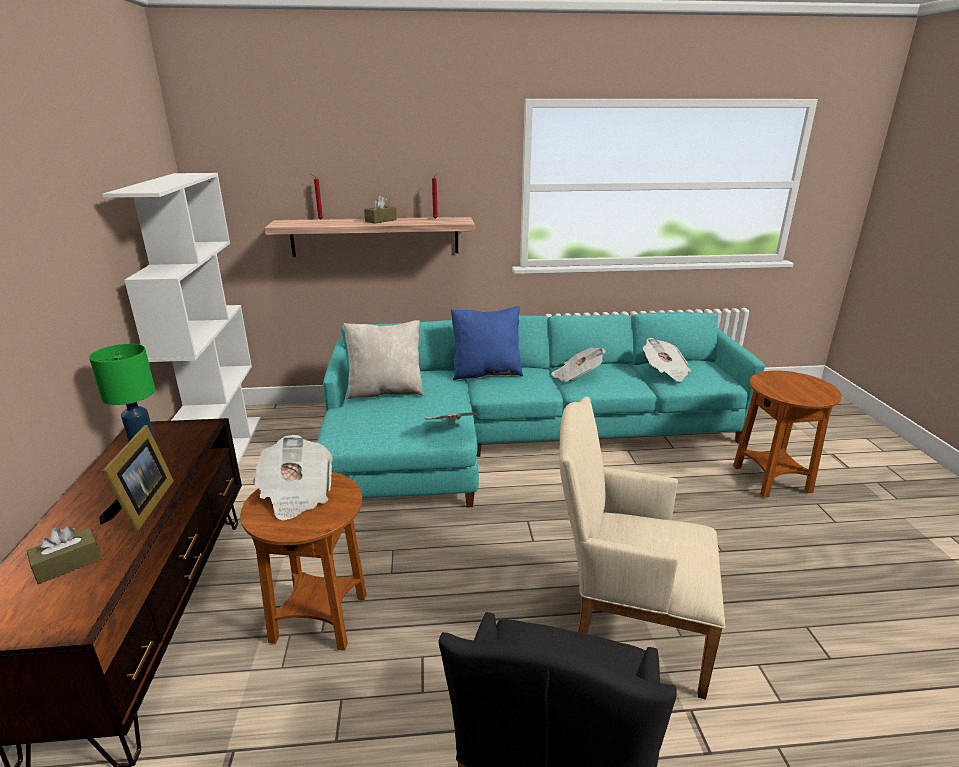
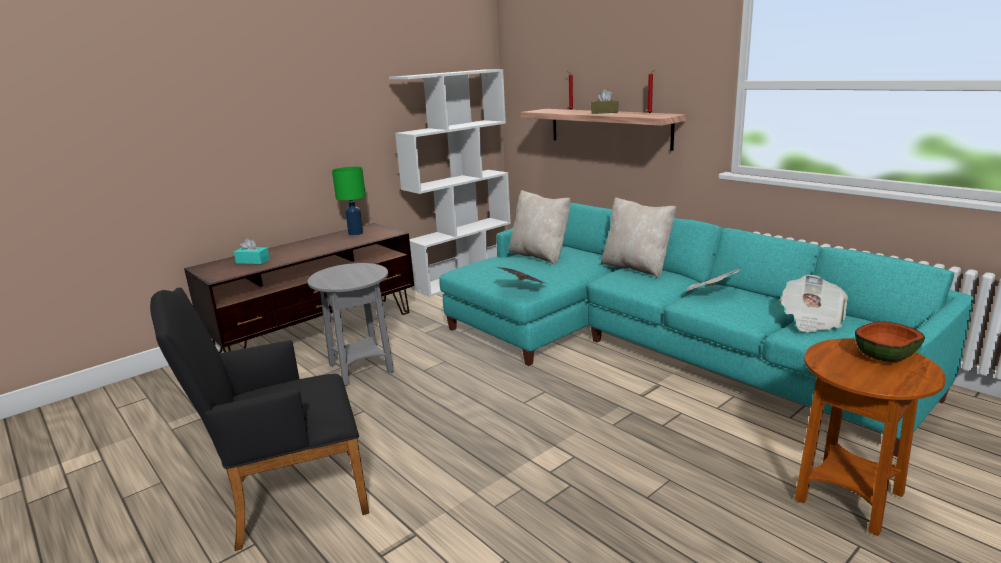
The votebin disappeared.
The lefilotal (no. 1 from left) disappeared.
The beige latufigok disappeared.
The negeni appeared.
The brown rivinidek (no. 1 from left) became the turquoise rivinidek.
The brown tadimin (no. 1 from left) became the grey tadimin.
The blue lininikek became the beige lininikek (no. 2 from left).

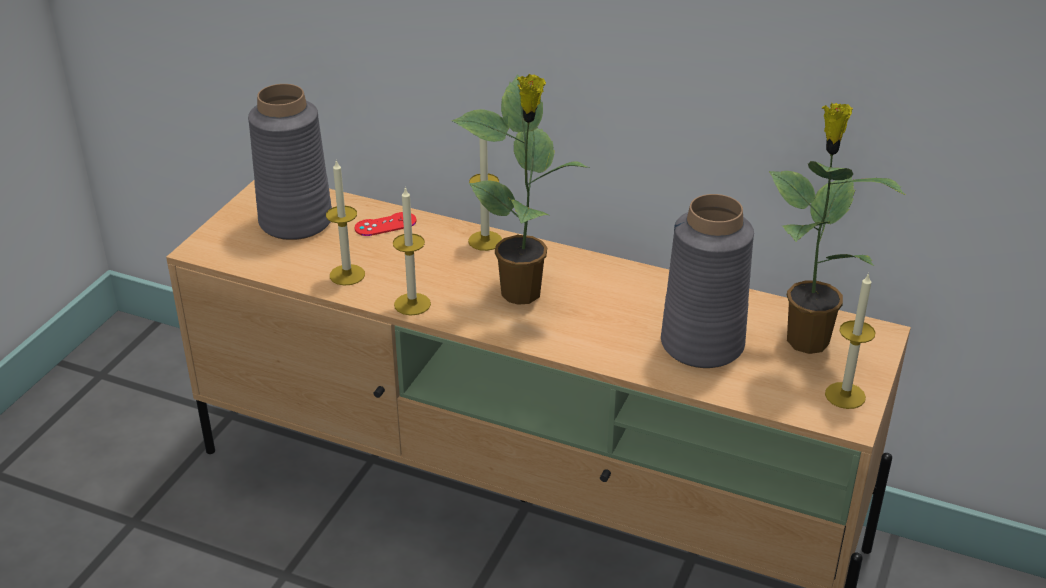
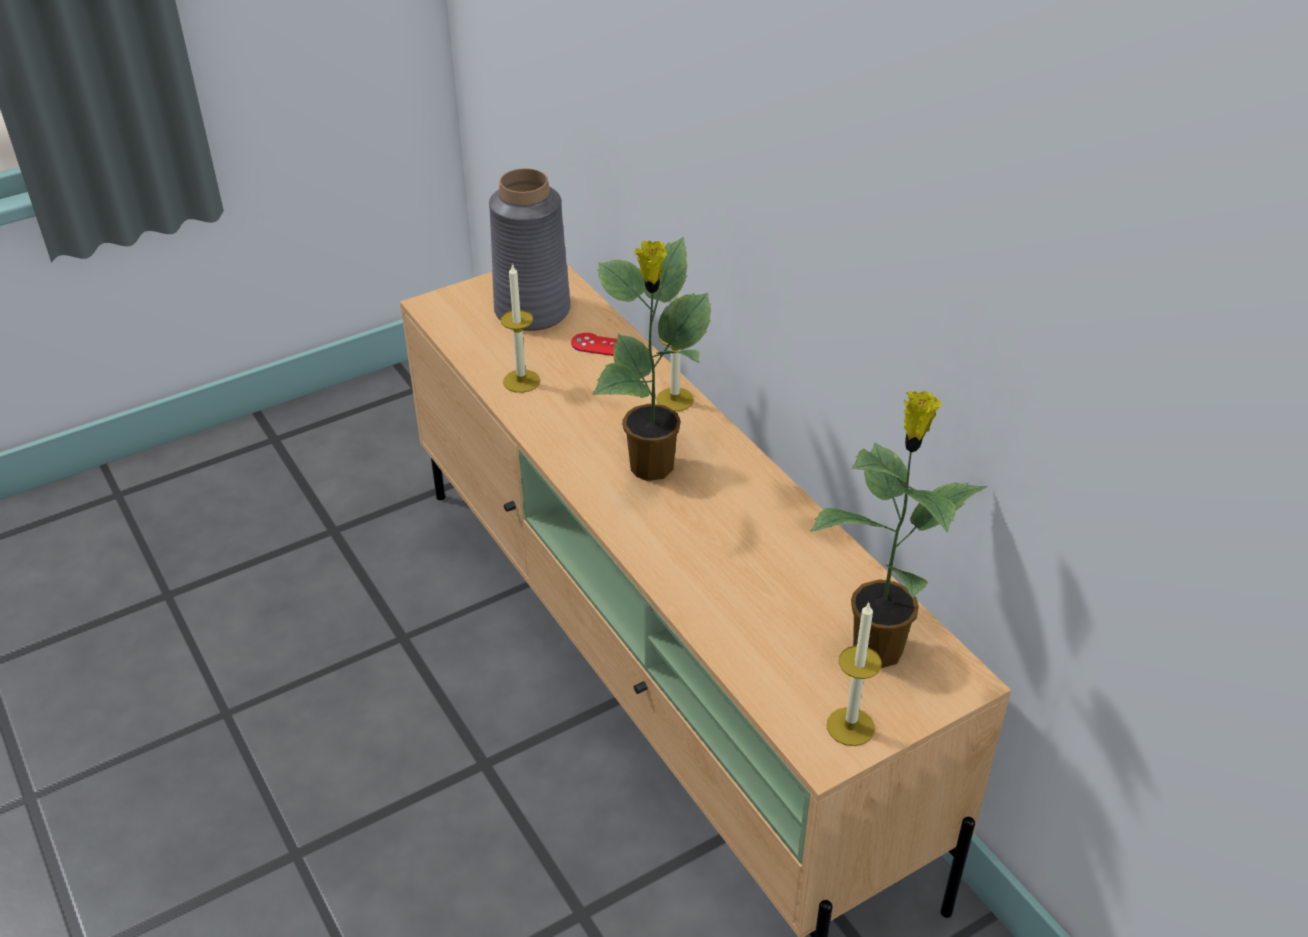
The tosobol (no. 2 from left) disappeared.
The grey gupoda (no. 2 from left) disappeared.

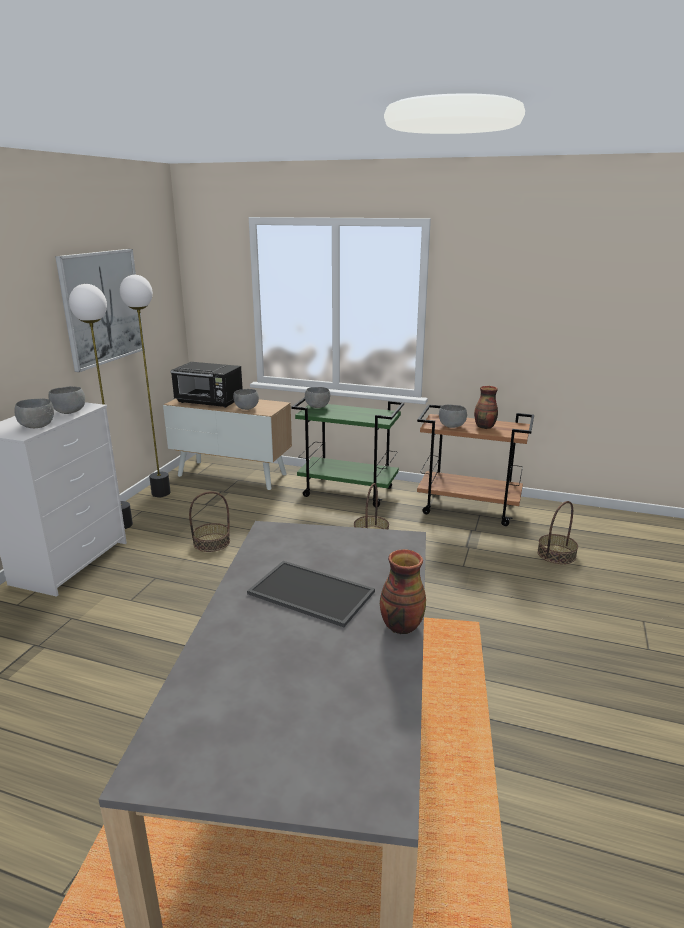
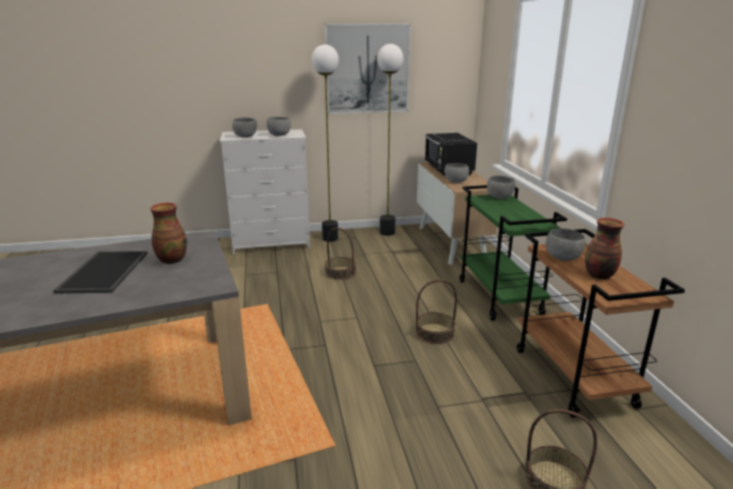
The gupoda (no. 1 from left) moved.

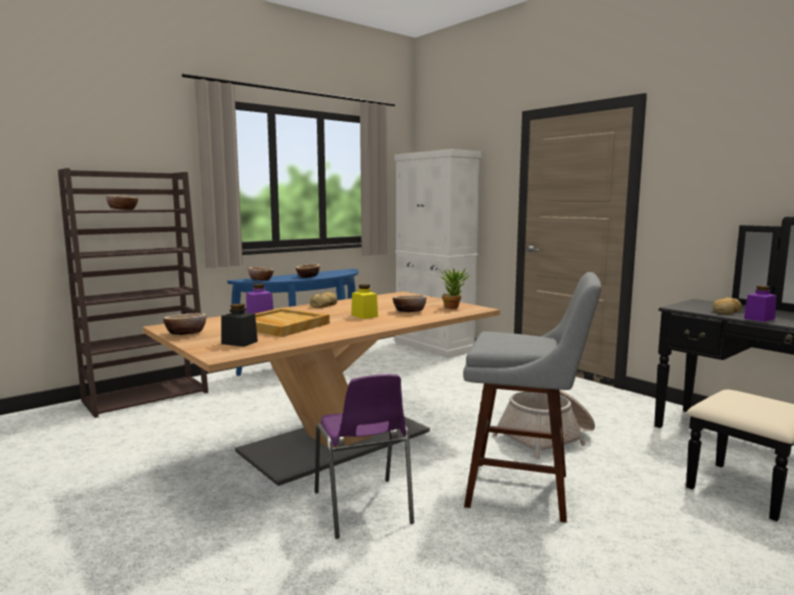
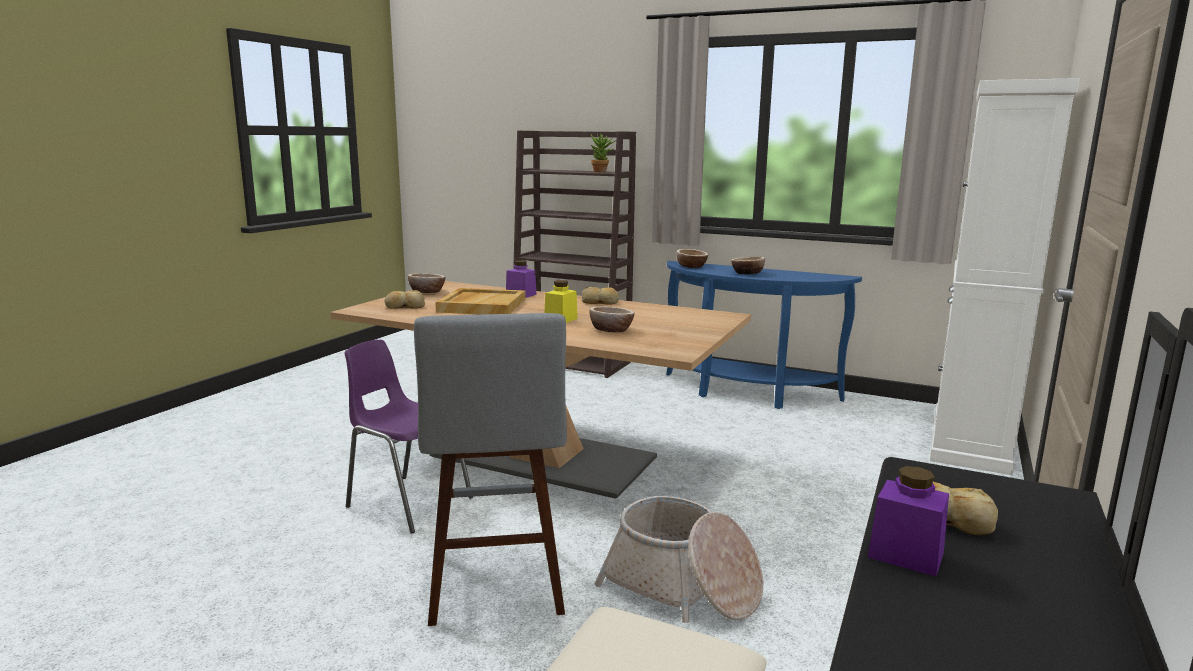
The negeni (no. 1 from left) disappeared.
The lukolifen moved.
The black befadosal was replaced by the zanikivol (no. 1 from left).
The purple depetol turned 75 degrees clockwise.

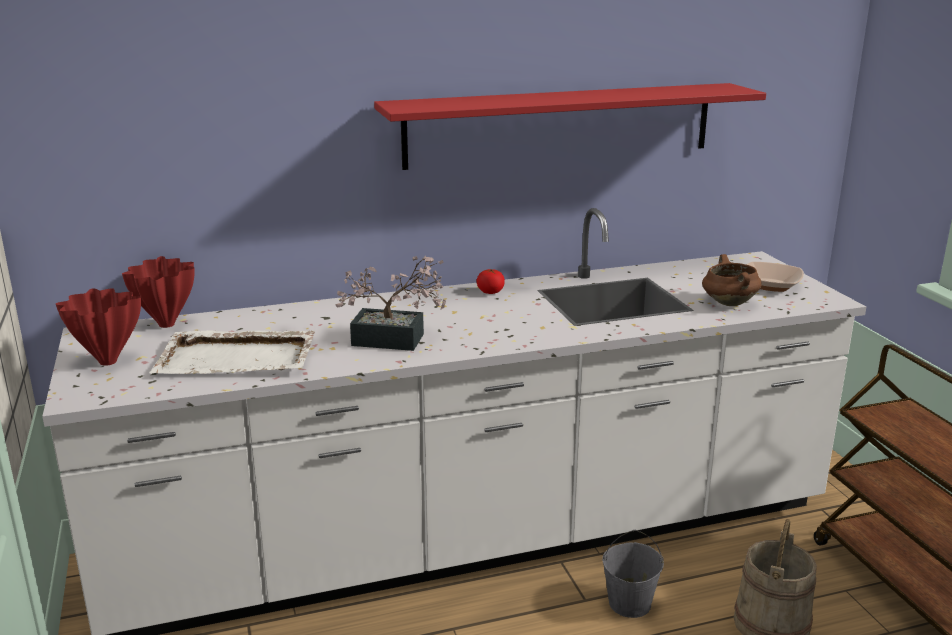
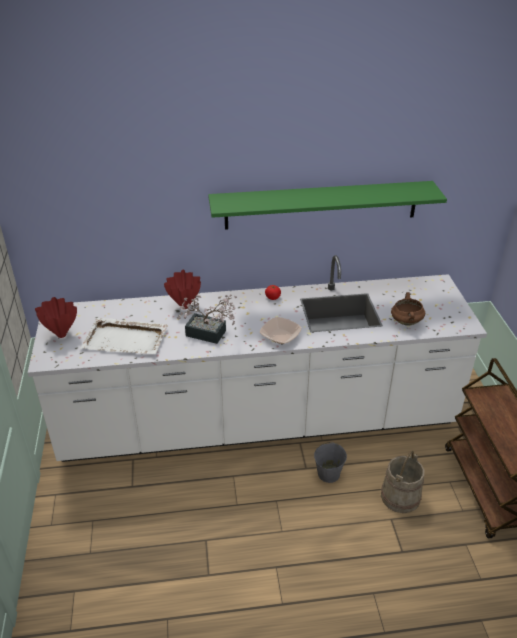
The red gupoda (no. 2 from left) moved.
The negeni moved.
The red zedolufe became the green zedolufe.

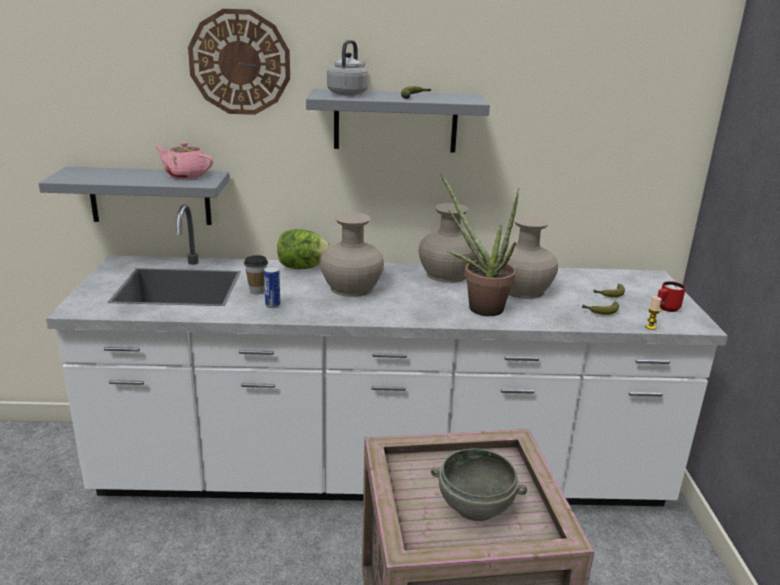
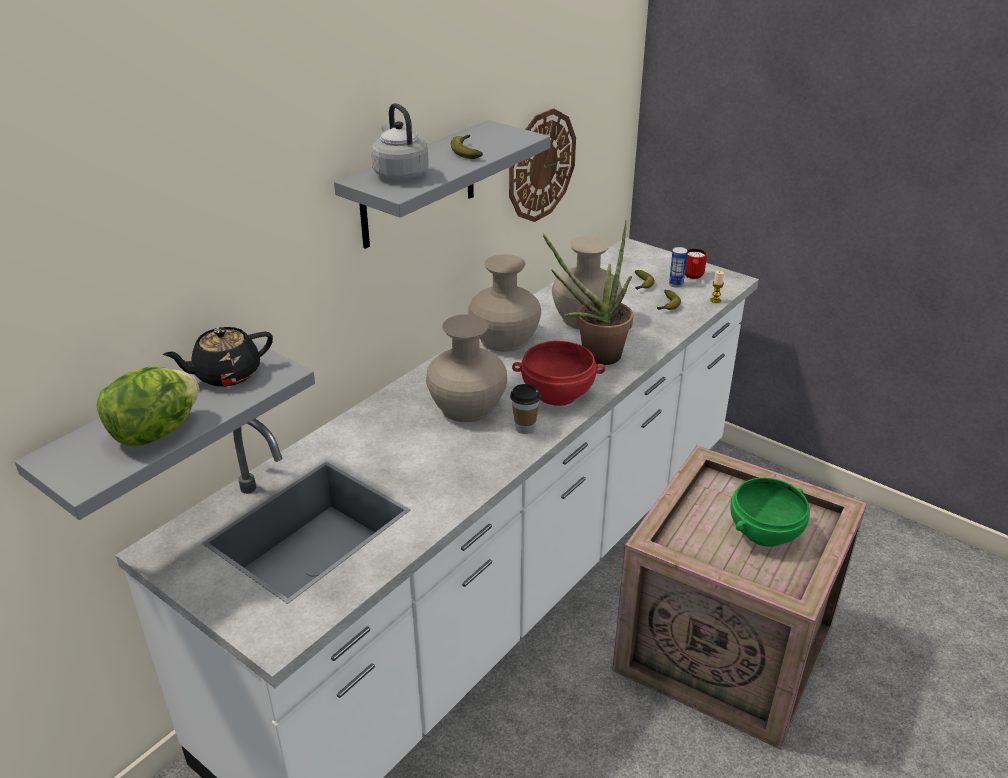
The red negeni appeared.
The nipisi moved.
The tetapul moved.
The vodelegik moved.
The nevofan moved.
The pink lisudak became the black lisudak.
The grey negeni became the green negeni.

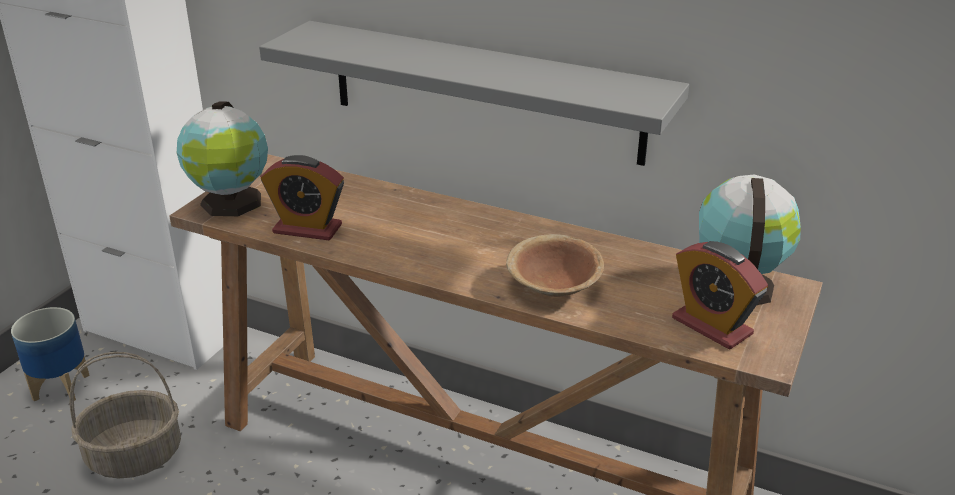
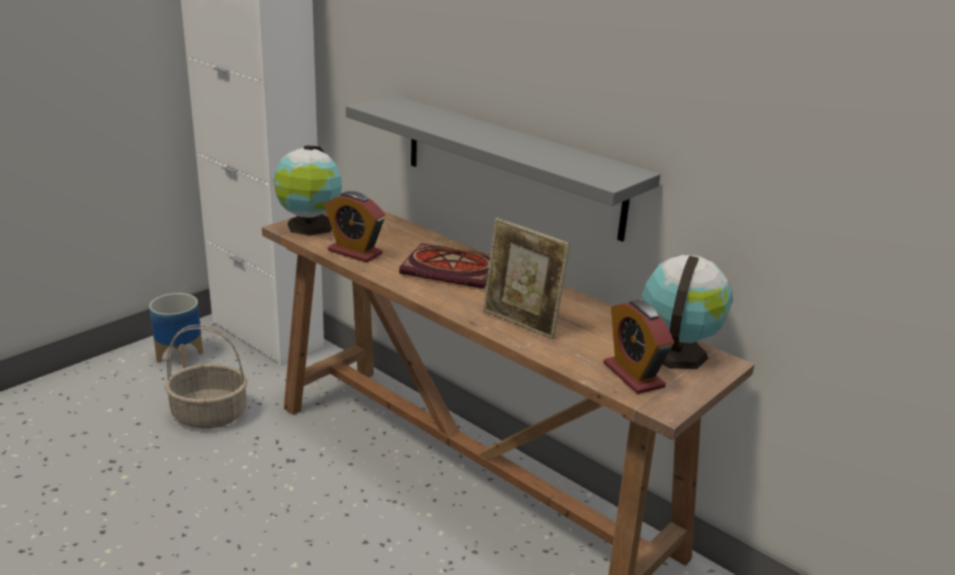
The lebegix appeared.
The brown negeni was replaced by the votebin.

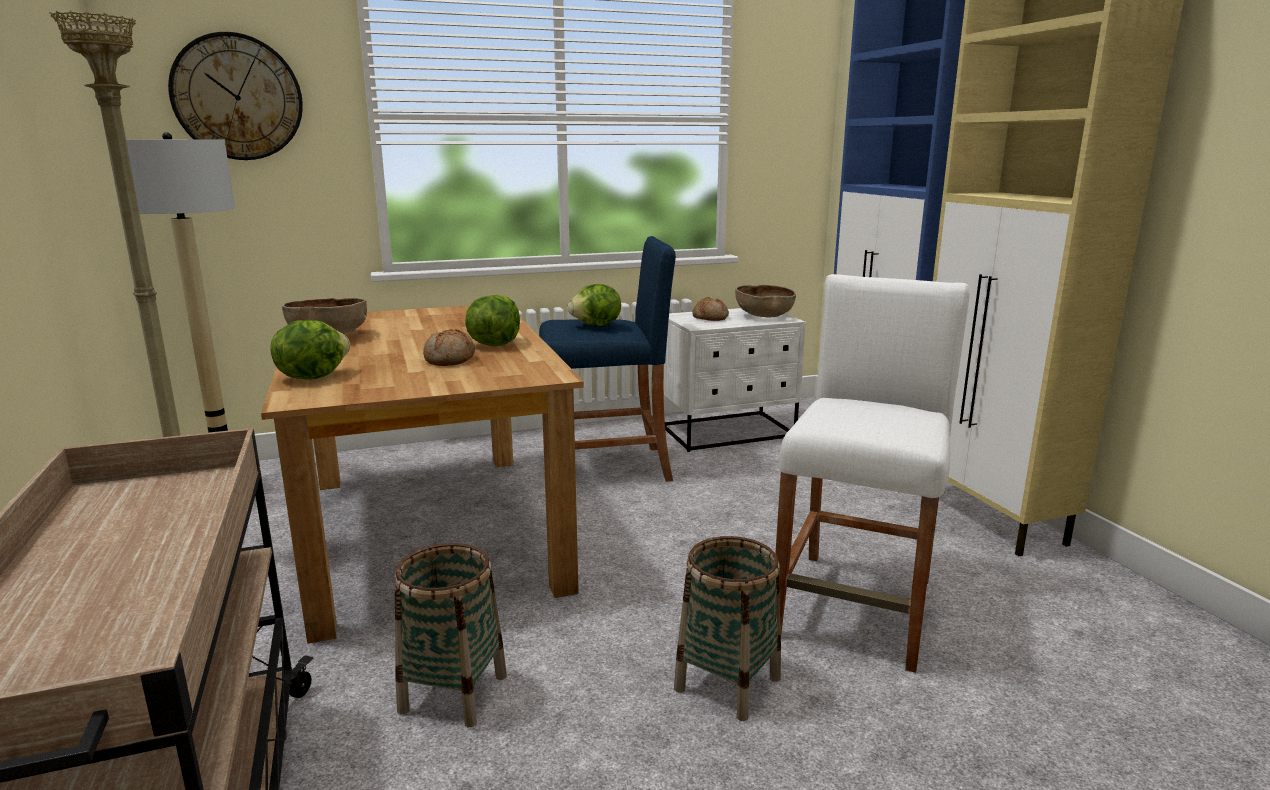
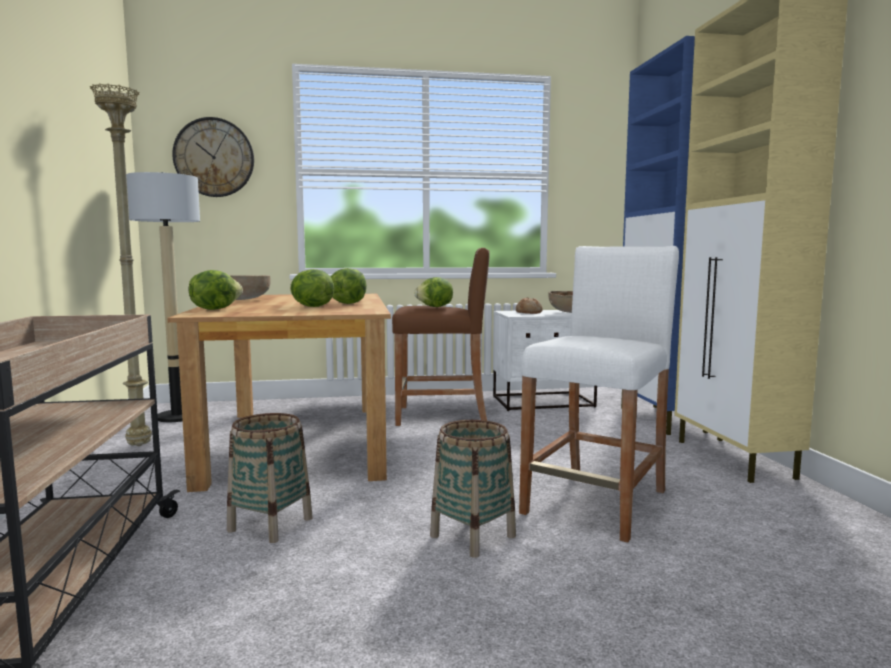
The zanikivol (no. 1 from left) was replaced by the nevofan (no. 2 from left).
The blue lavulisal became the brown lavulisal.

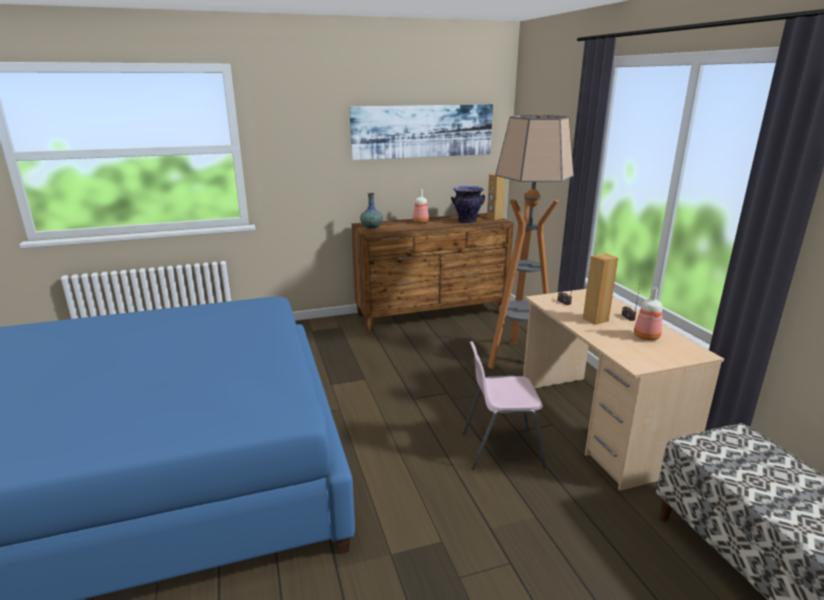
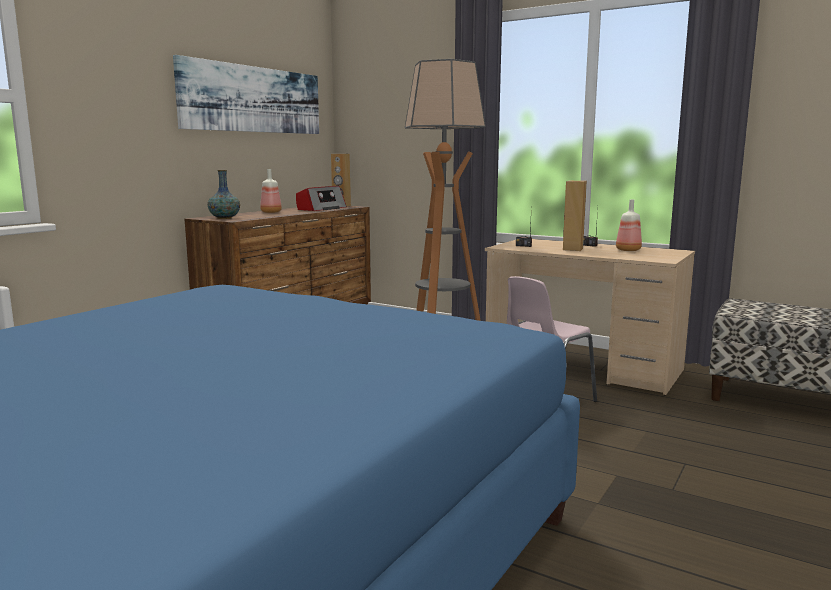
The gupoda (no. 2 from left) was replaced by the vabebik (no. 1 from left).

